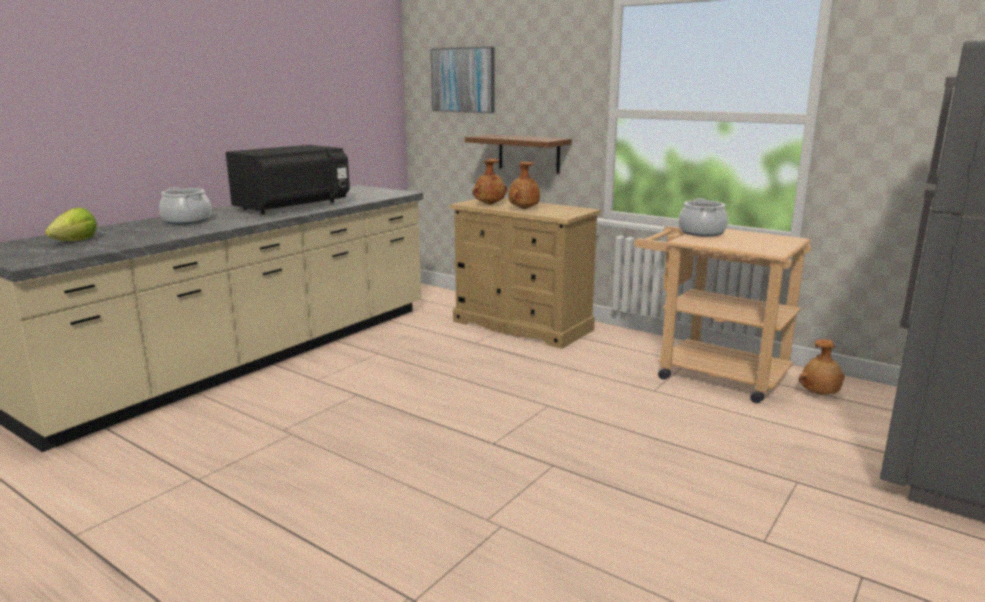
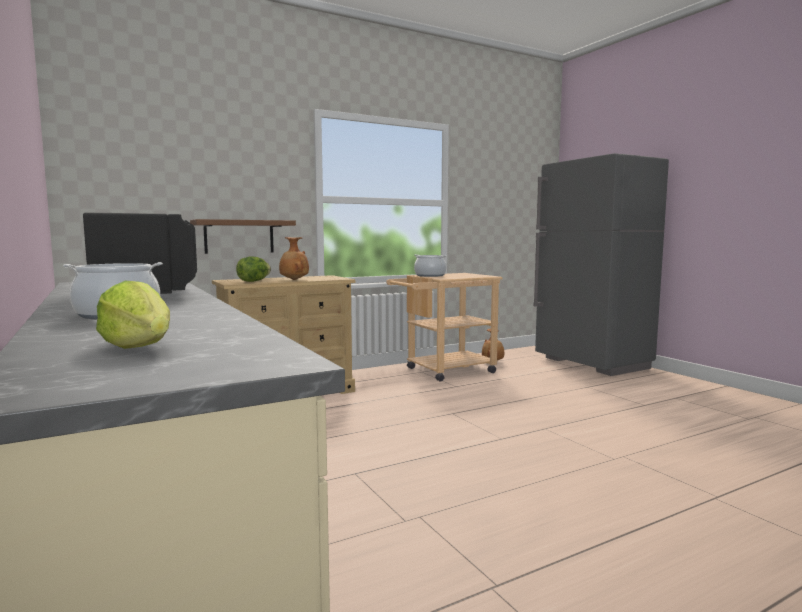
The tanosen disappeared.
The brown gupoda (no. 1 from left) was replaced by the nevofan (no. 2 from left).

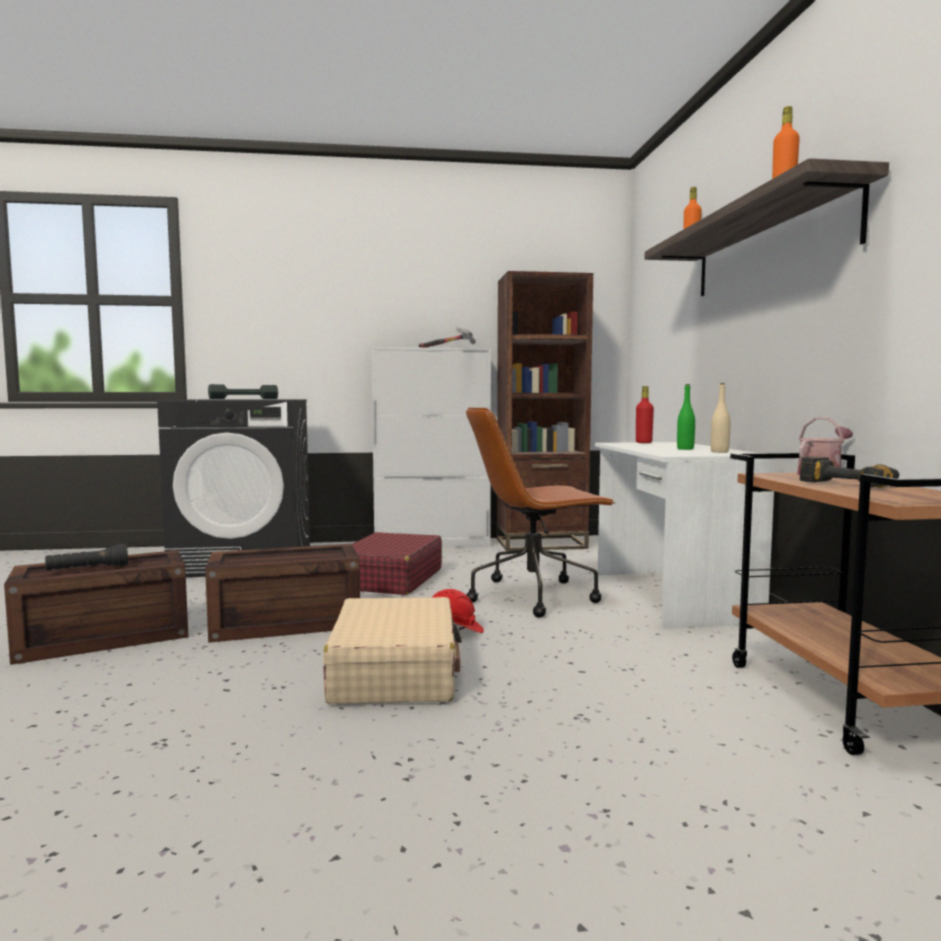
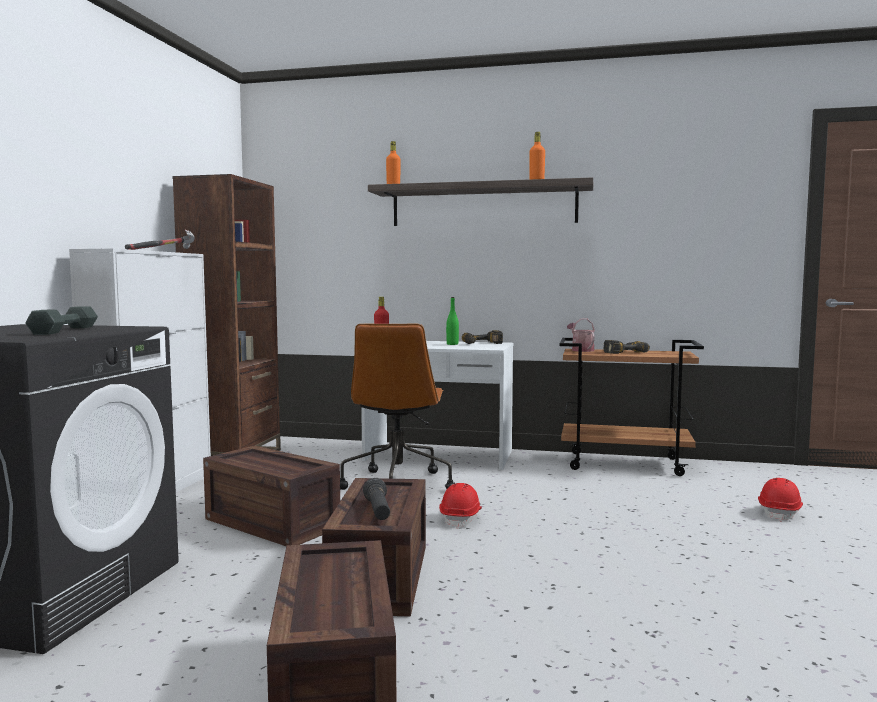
The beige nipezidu disappeared.
The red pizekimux (no. 2 from left) appeared.
The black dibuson moved.
The red nipezidu was replaced by the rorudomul (no. 1 from left).
The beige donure was replaced by the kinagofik (no. 1 from left).

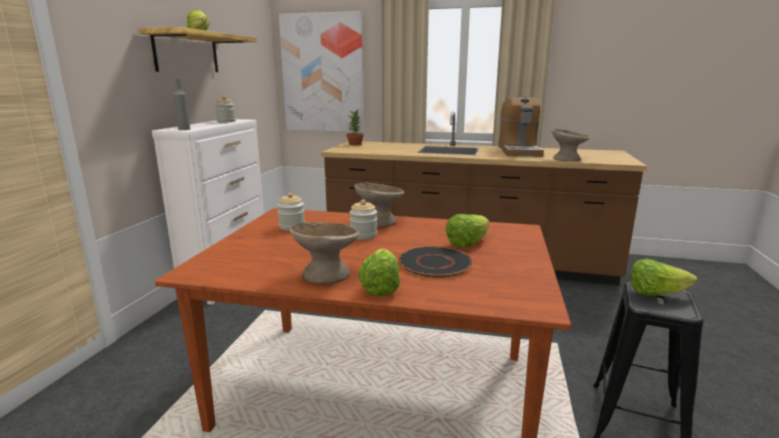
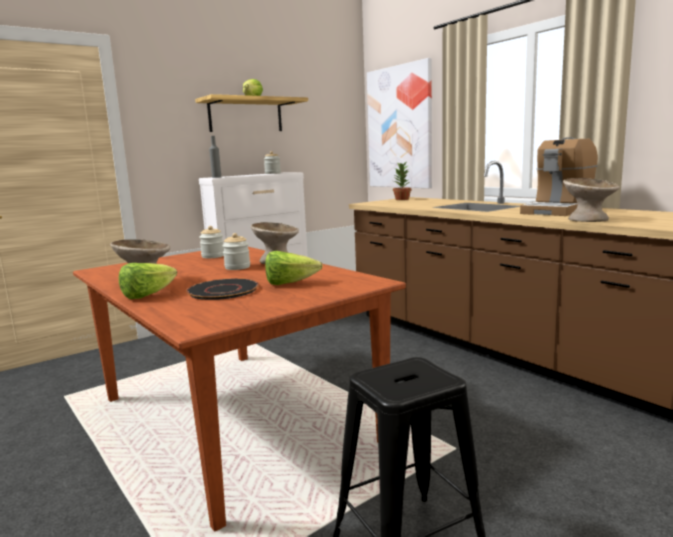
The nevofan (no. 4 from left) disappeared.

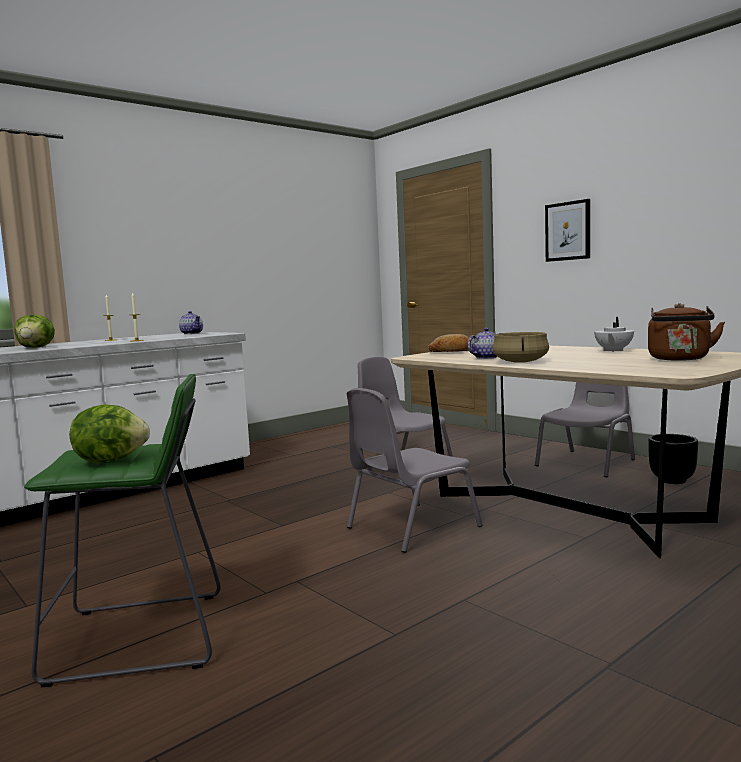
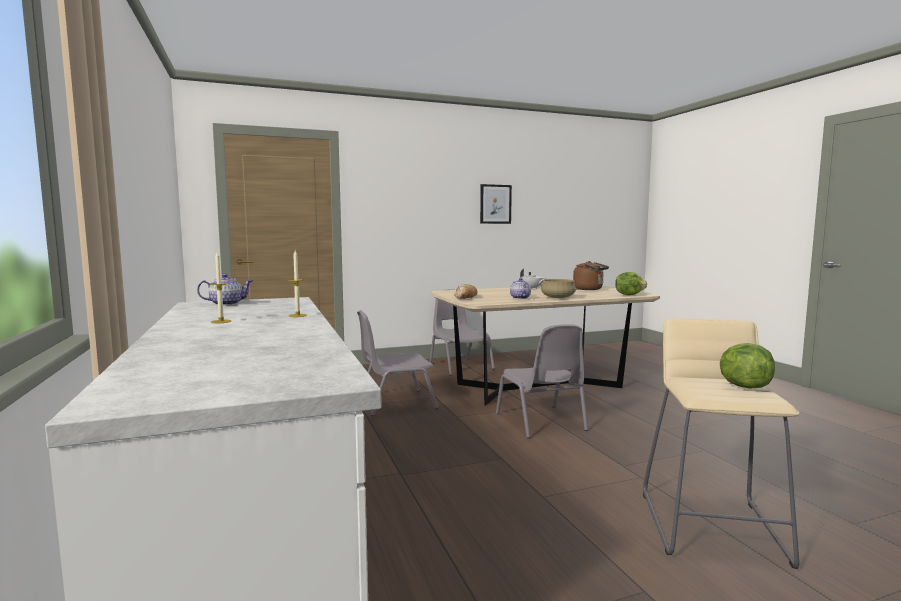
The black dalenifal disappeared.
The nevofan (no. 1 from left) moved.
The tanosen moved.
The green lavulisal became the beige lavulisal.

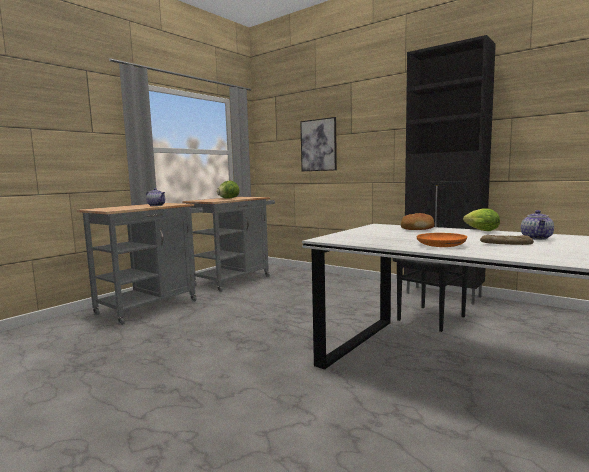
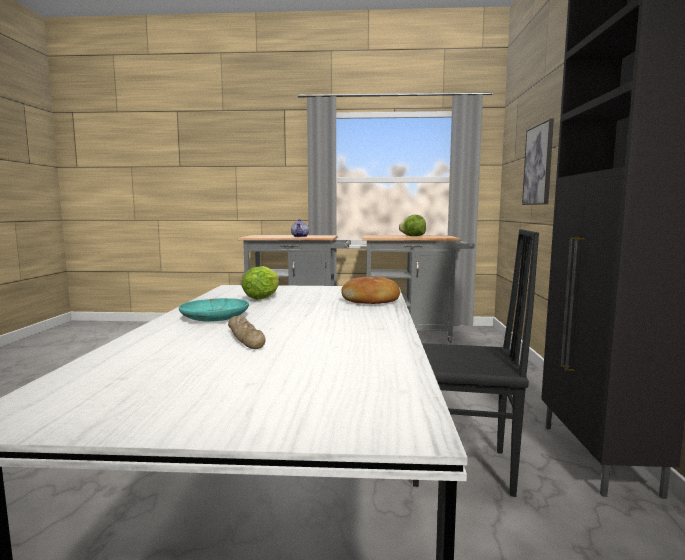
The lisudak (no. 2 from left) disappeared.
The nevofan (no. 2 from left in the first image) moved.
The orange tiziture became the turquoise tiziture.

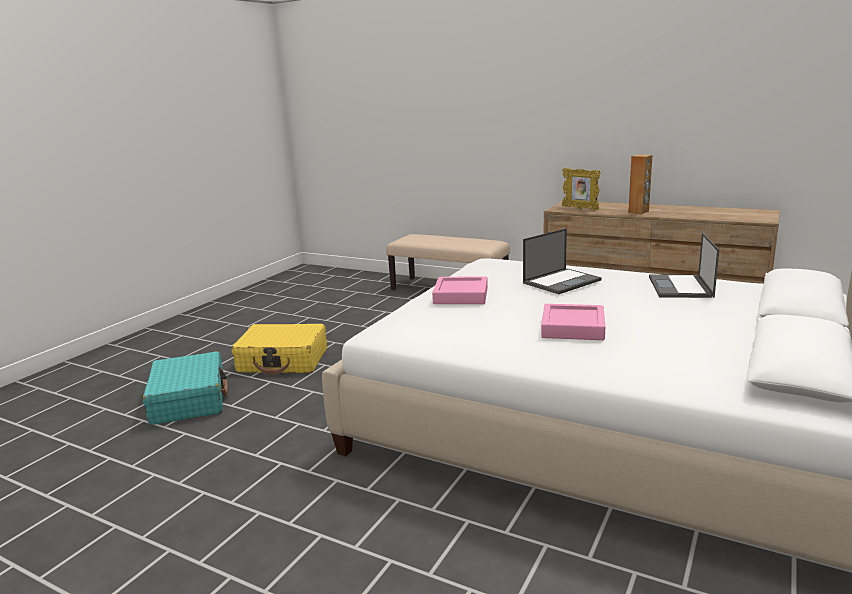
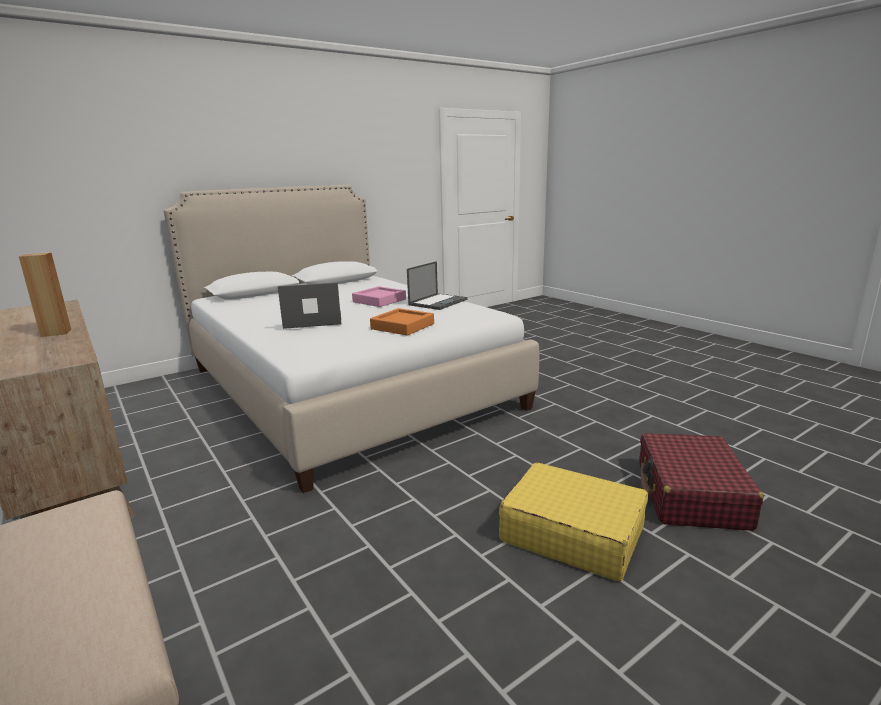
The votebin disappeared.
The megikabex (no. 2 from left) moved.
The turquoise nipezidu became the red nipezidu.
The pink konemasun (no. 1 from left) became the orange konemasun.

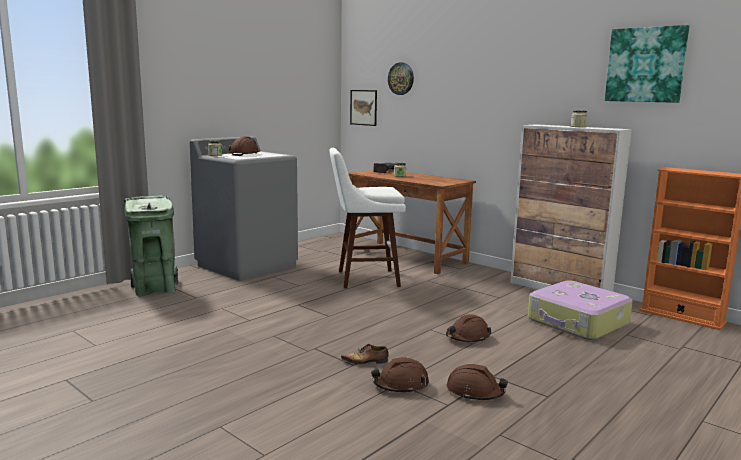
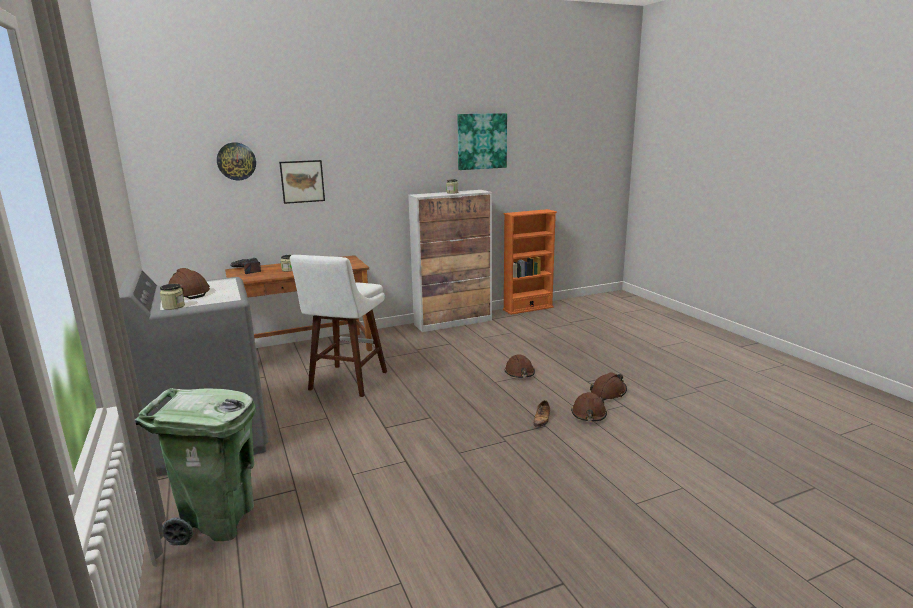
The nipezidu disappeared.
The tanosen (no. 1 from left) moved.

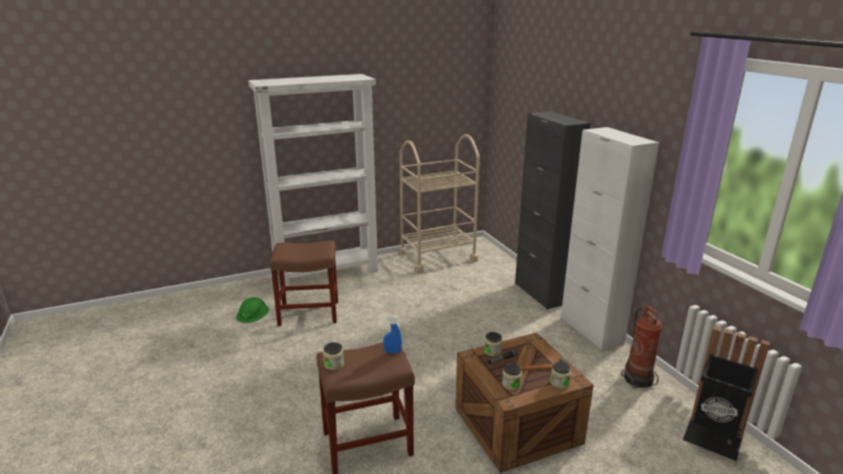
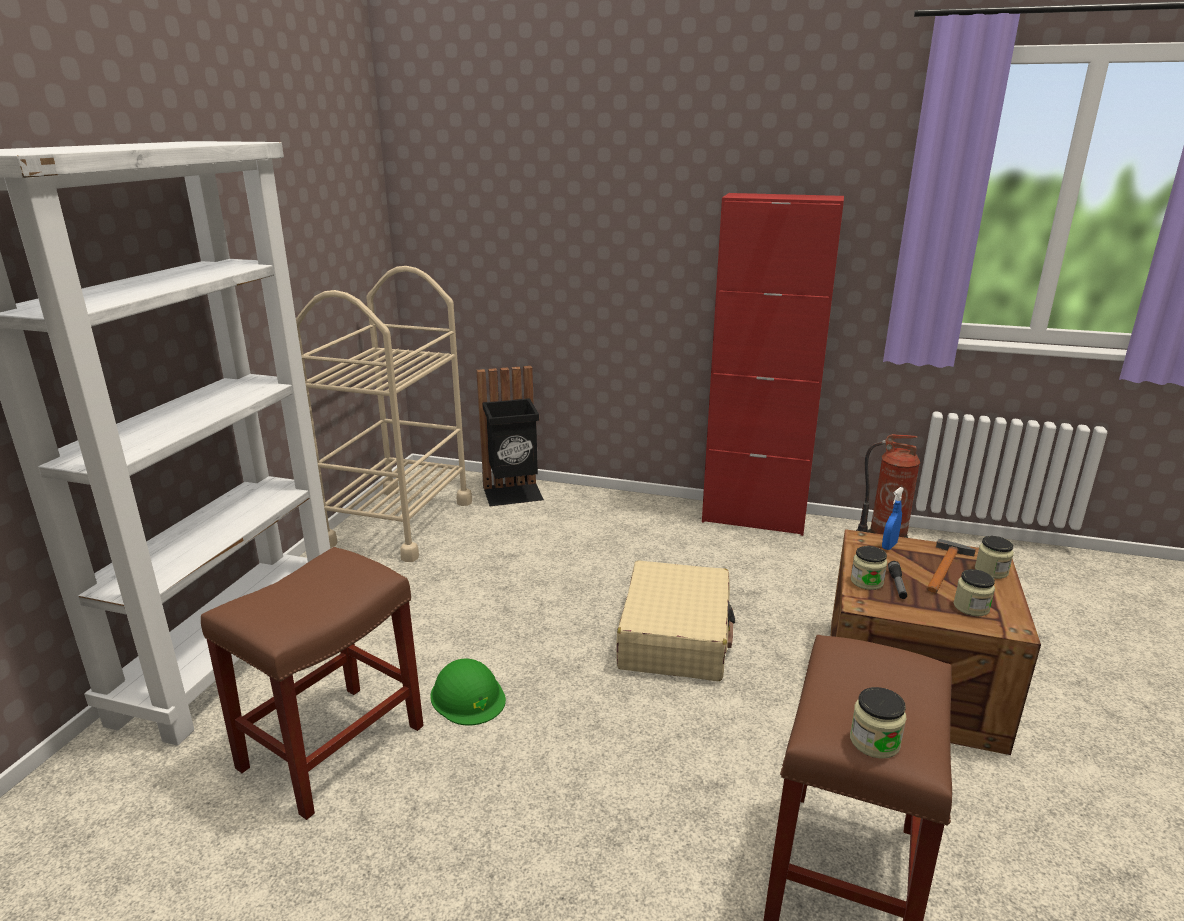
The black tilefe disappeared.
The beige nipezidu appeared.
The green pizekimux moved.
The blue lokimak moved.
The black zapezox moved.
The white tilefe became the red tilefe.

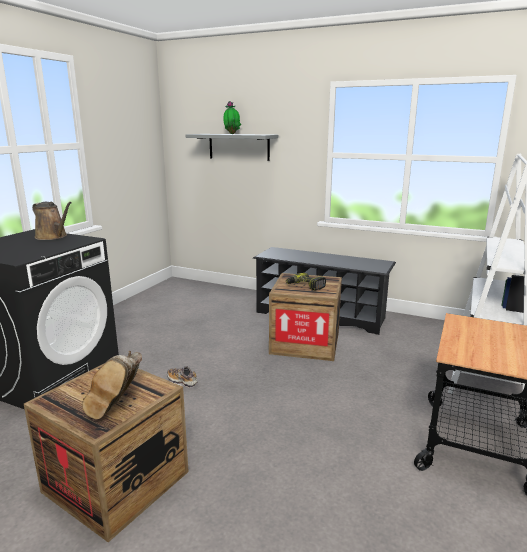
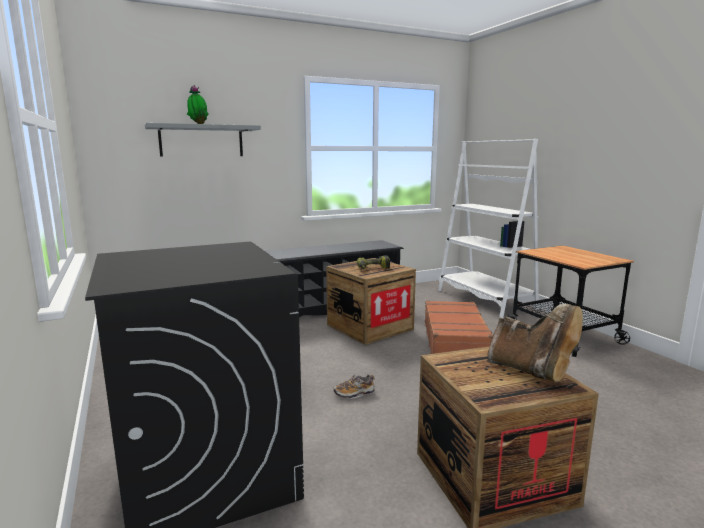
The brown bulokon disappeared.
The brown nipezidu appeared.

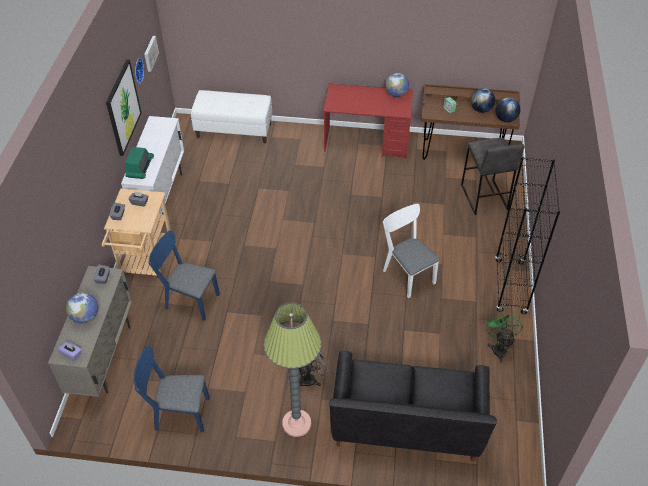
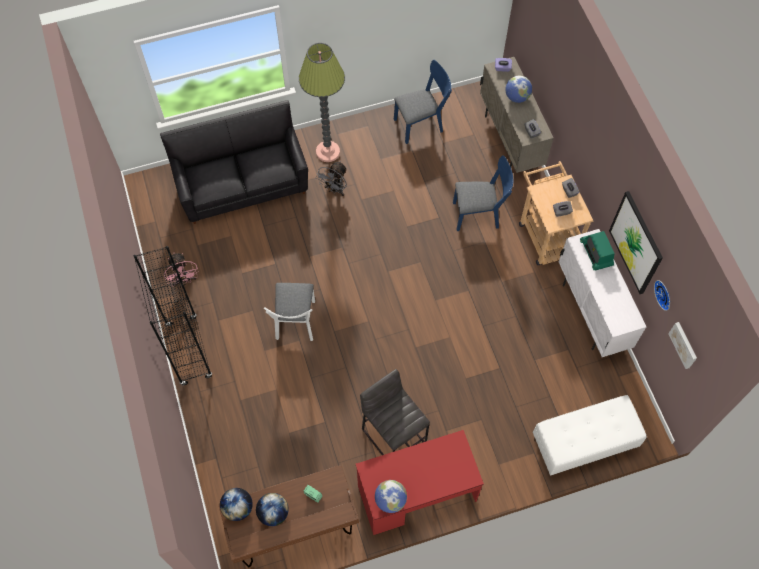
The grey lavulisal moved.
The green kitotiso became the pink kitotiso.
The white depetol turned 60 degrees clockwise.

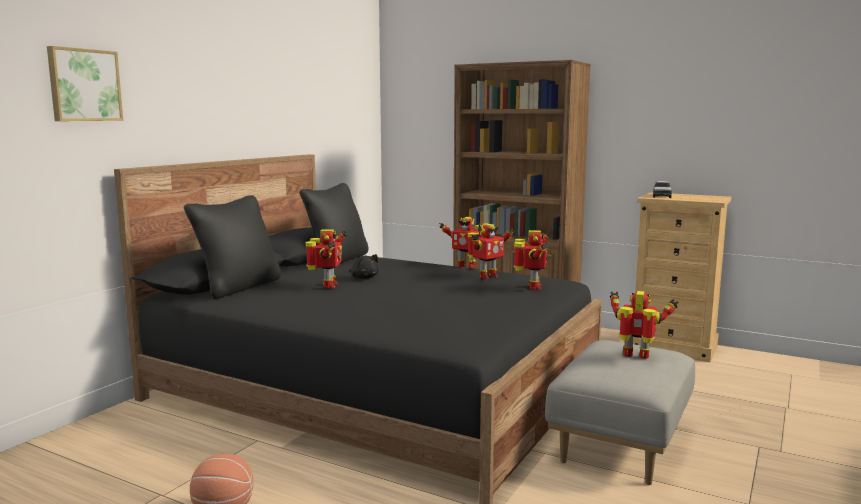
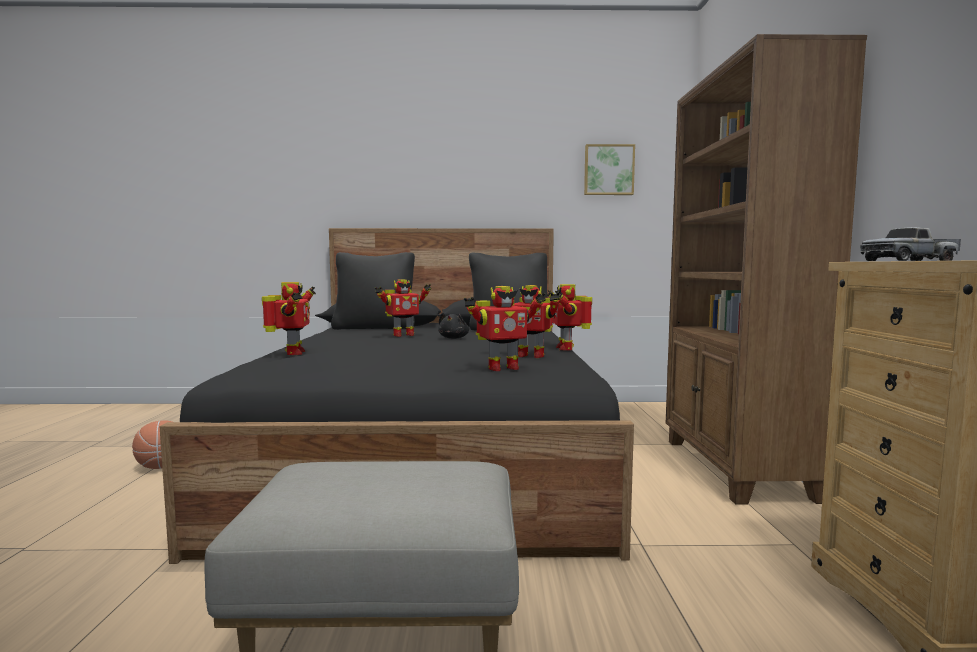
The tanosen moved.
The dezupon (no. 5 from left in the first image) moved.

